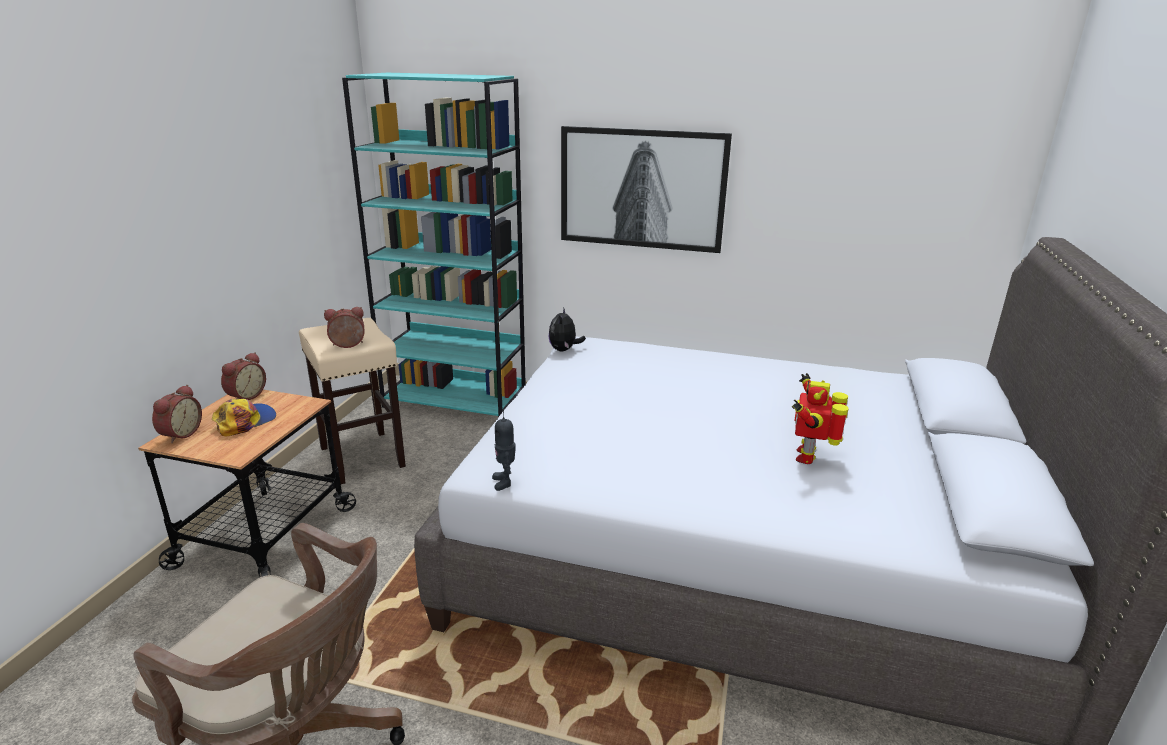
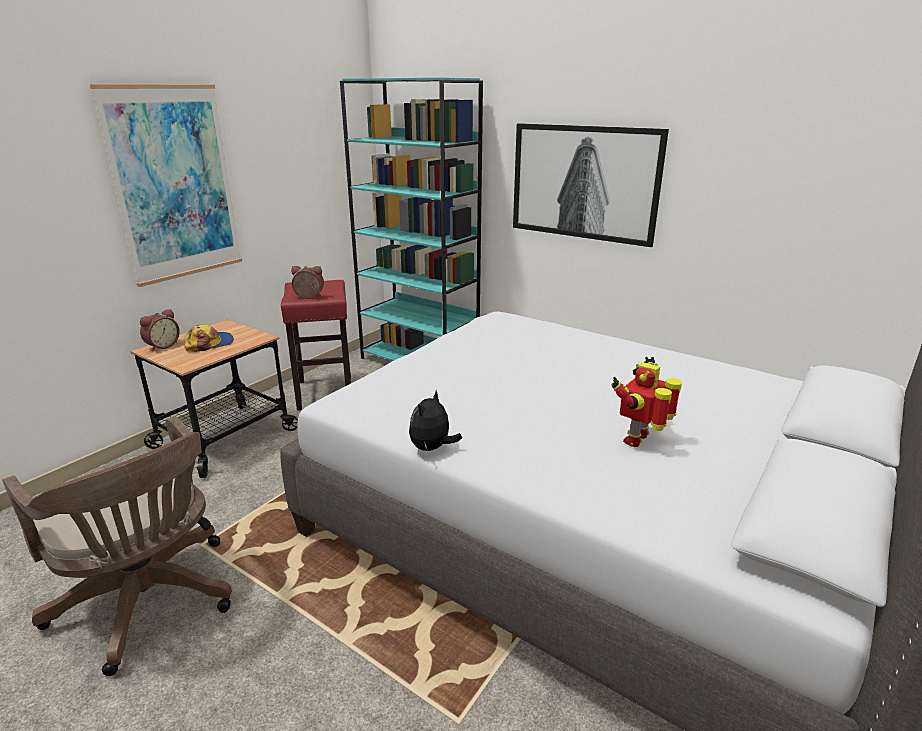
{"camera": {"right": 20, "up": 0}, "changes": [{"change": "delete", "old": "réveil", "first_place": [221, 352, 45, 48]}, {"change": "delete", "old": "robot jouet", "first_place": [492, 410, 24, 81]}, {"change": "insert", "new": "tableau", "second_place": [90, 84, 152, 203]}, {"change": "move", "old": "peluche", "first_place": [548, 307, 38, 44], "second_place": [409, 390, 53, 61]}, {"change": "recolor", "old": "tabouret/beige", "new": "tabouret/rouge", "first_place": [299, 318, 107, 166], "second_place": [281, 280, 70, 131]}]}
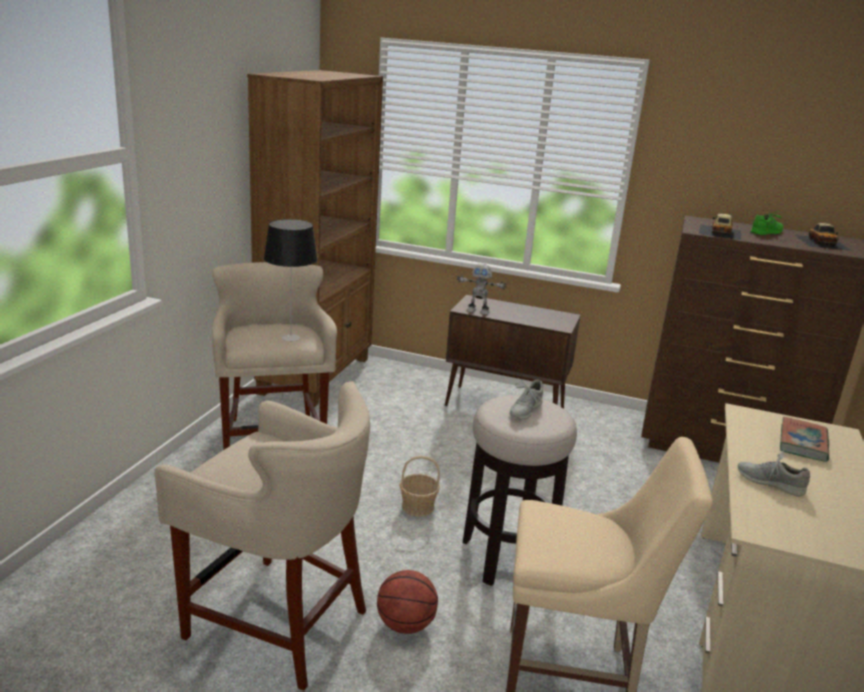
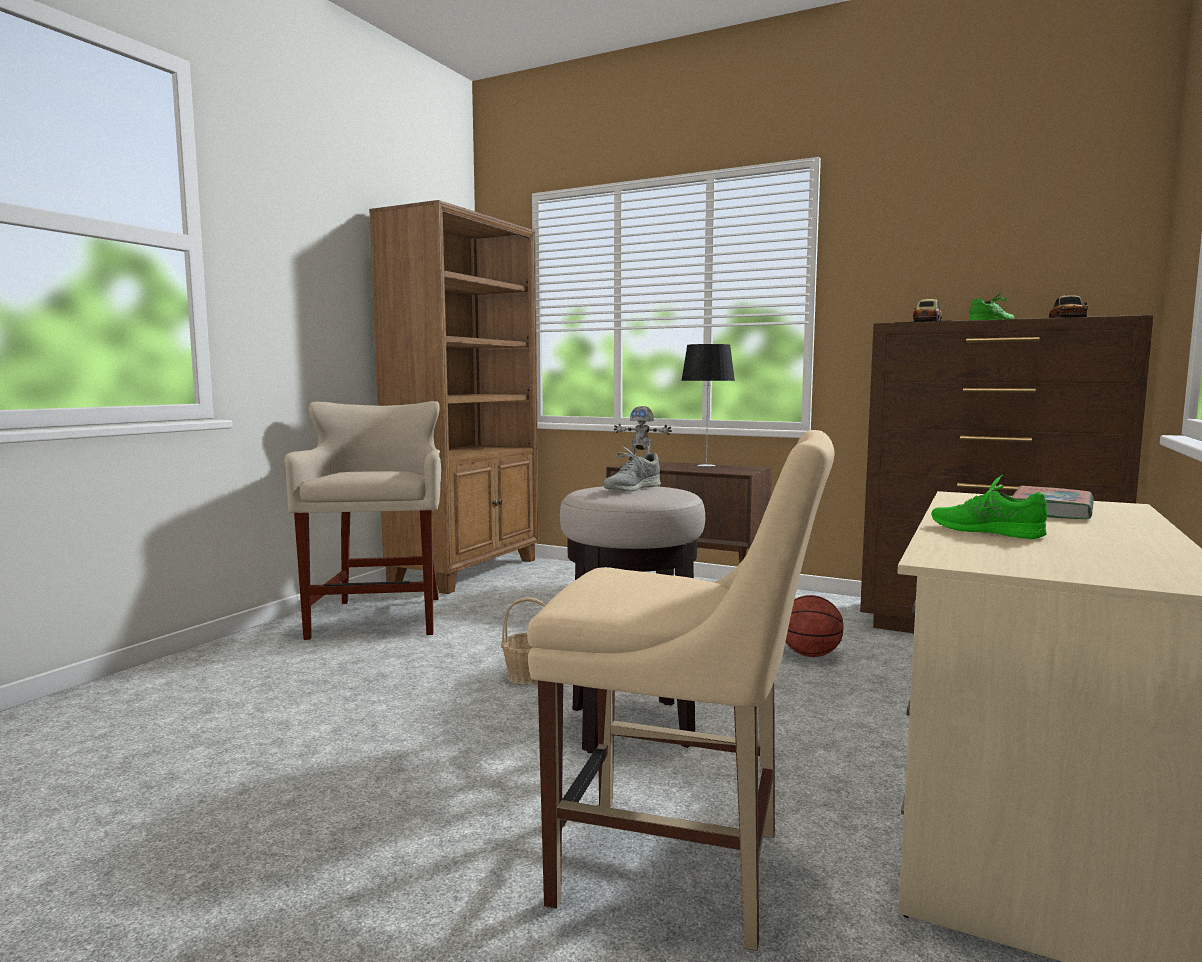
{"camera": {"right": 10, "up": -15}, "changes": [{"change": "delete", "old": "tabouret/beige", "first_place": [154, 382, 216, 309]}, {"change": "move", "old": "lampe de table", "first_place": [264, 219, 54, 122], "second_place": [681, 344, 54, 123]}, {"change": "move", "old": "ballon de basket", "first_place": [377, 570, 61, 64], "second_place": [786, 595, 57, 62]}, {"change": "recolor", "old": "chaussure/gris", "new": "chaussure/vert", "first_place": [738, 449, 72, 48], "second_place": [931, 475, 116, 64]}]}
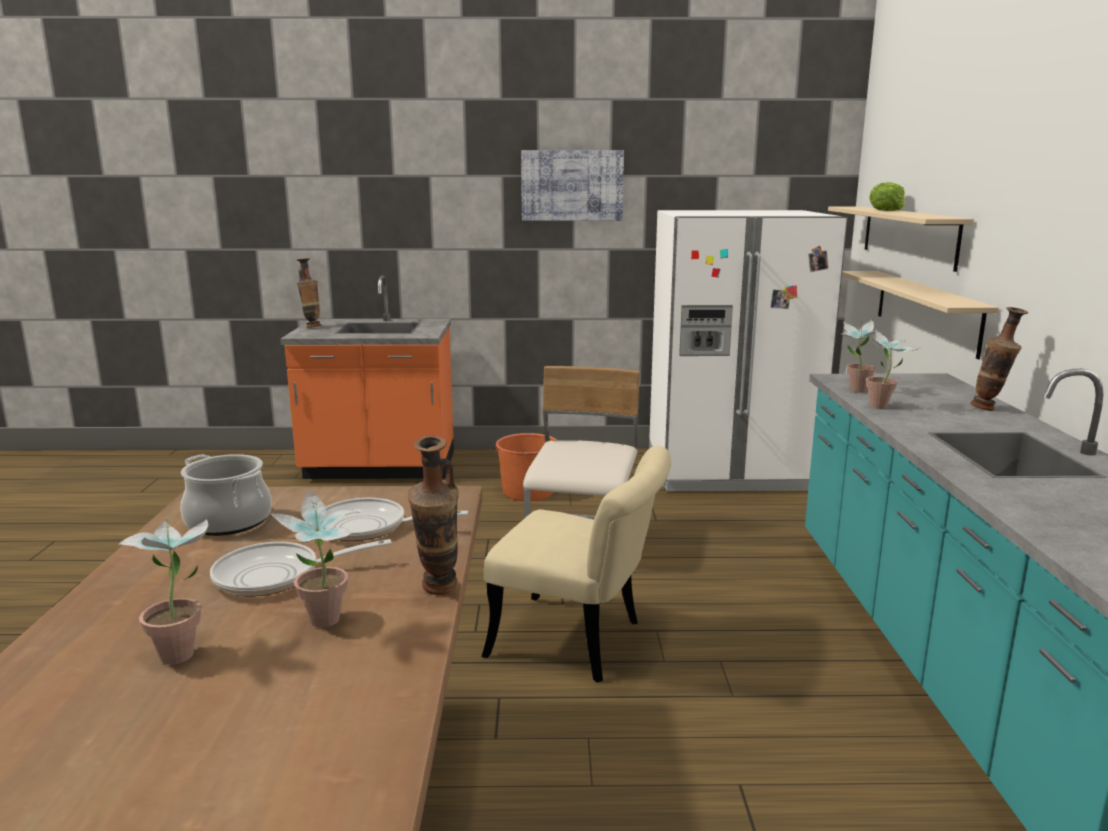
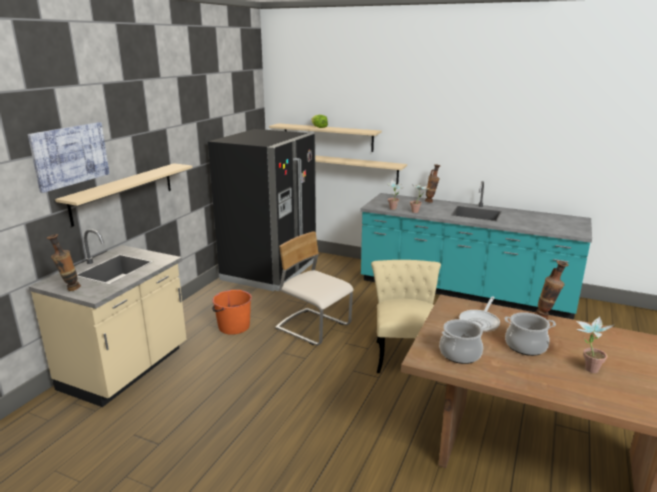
{"camera": {"right": -65, "up": 5}, "changes": [{"change": "delete", "old": "plante en pot", "first_place": [270, 489, 89, 139]}, {"change": "insert", "new": "étagère/beige", "second_place": [55, 163, 137, 64]}, {"change": "move", "old": "tableau", "first_place": [521, 150, 103, 71], "second_place": [28, 122, 82, 71]}, {"change": "replace", "old": "poêle", "new": "marmite", "first_place": [210, 539, 182, 57], "second_place": [505, 312, 51, 44]}, {"change": "recolor", "old": "comptoir de cuisine/orange", "new": "comptoir de cuisine/beige", "first_place": [280, 275, 174, 204], "second_place": [29, 229, 158, 178]}, {"change": "recolor", "old": "réfrigérateur/blanc", "new": "réfrigérateur/noir", "first_place": [649, 210, 199, 281], "second_place": [208, 129, 108, 162]}, {"change": "rotate", "old": "chaise/beige", "first_place": [481, 446, 190, 237], "second_place": [371, 260, 70, 113], "degrees": -45}]}
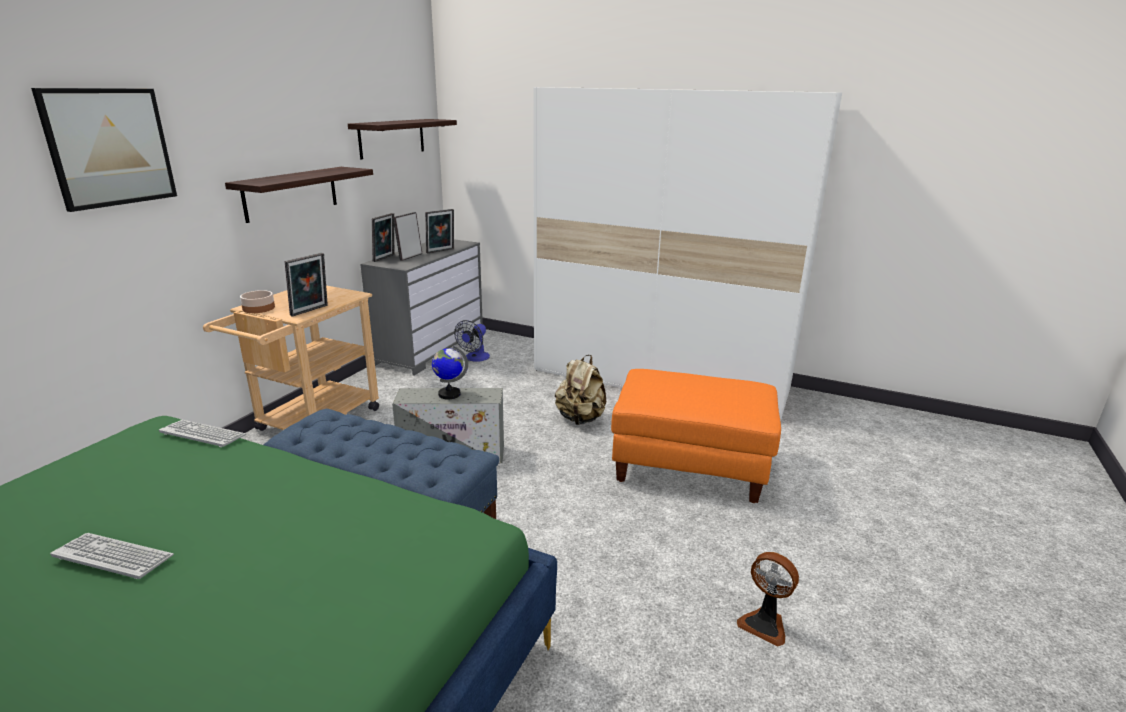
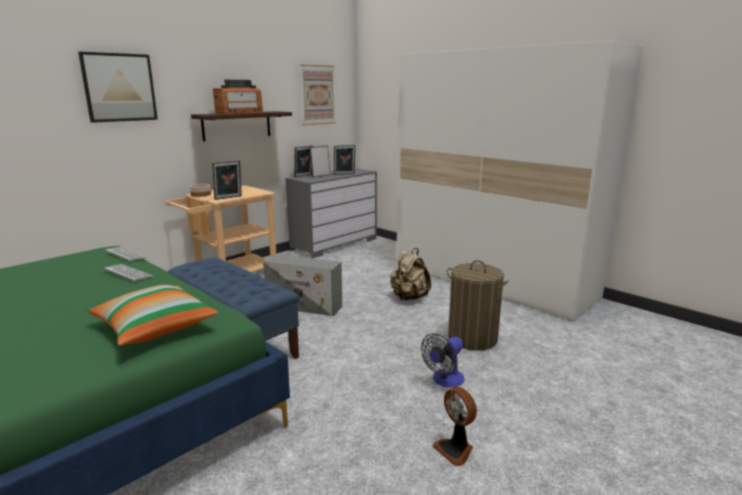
{"camera": {"right": 20, "up": -5}, "changes": [{"change": "delete", "old": "globe", "first_place": [432, 346, 36, 53]}, {"change": "insert", "new": "coussin", "second_place": [86, 285, 132, 61]}, {"change": "insert", "new": "radio", "second_place": [213, 80, 50, 34]}, {"change": "move", "old": "clavier", "first_place": [50, 533, 124, 46], "second_place": [104, 264, 50, 18]}, {"change": "move", "old": "ventilateur", "first_place": [454, 320, 36, 42], "second_place": [421, 333, 44, 54]}, {"change": "replace", "old": "étagère", "new": "tableau", "first_place": [348, 119, 109, 40], "second_place": [300, 64, 36, 61]}, {"change": "replace", "old": "pouf/orange", "new": "panier à linge", "first_place": [611, 369, 170, 134], "second_place": [447, 260, 62, 91]}]}
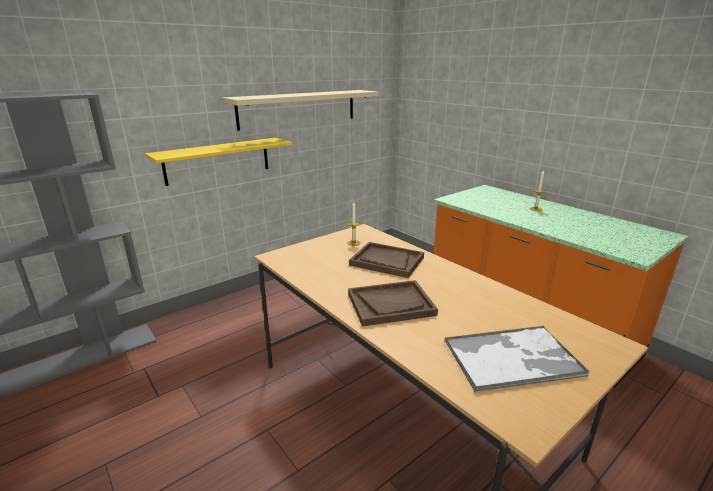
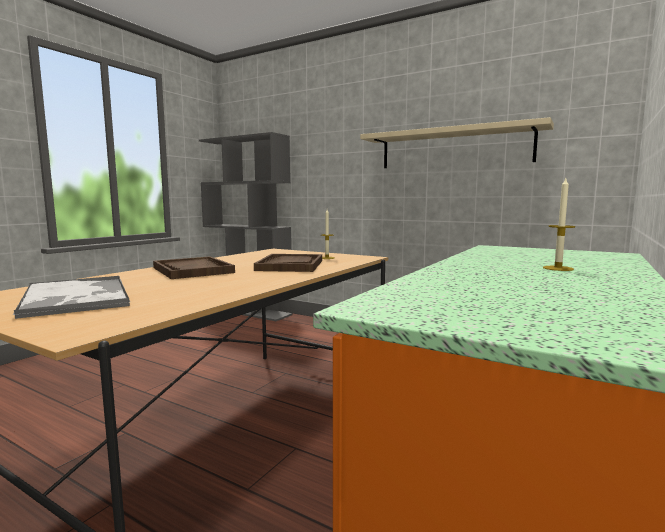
{"camera": {"right": 70, "up": -15}, "changes": [{"change": "delete", "old": "étagère/jaune", "first_place": [145, 138, 147, 48]}]}
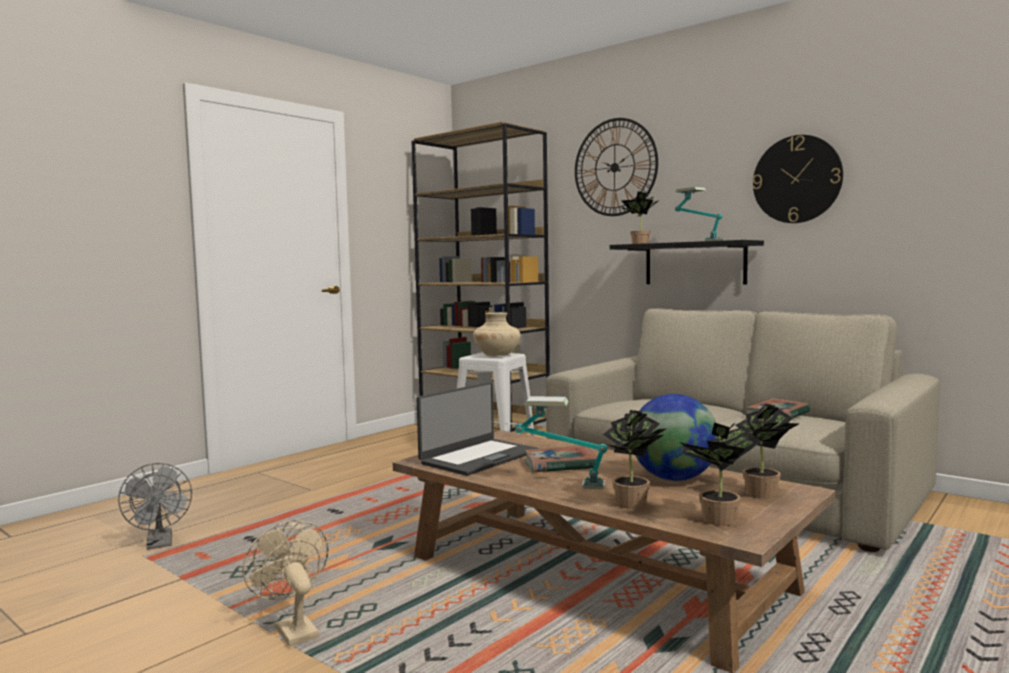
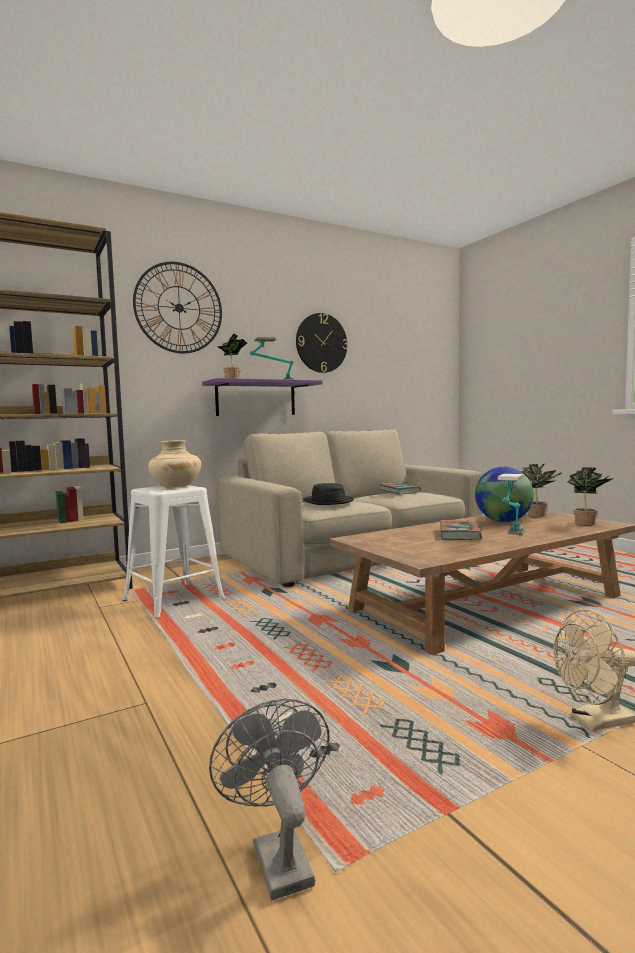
{"camera": {"right": -70, "up": 0}, "changes": [{"change": "delete", "old": "ordinateur portable", "first_place": [416, 382, 122, 94]}, {"change": "delete", "old": "plante en pot", "first_place": [603, 410, 63, 99]}, {"change": "insert", "new": "chapeau/noir", "second_place": [303, 483, 51, 22]}, {"change": "recolor", "old": "étagère/noir", "new": "étagère/violet", "first_place": [610, 240, 154, 45], "second_place": [202, 378, 121, 38]}, {"change": "rotate", "old": "ventilateur/gris", "first_place": [118, 463, 74, 86], "second_place": [209, 699, 121, 201], "degrees": -105}]}
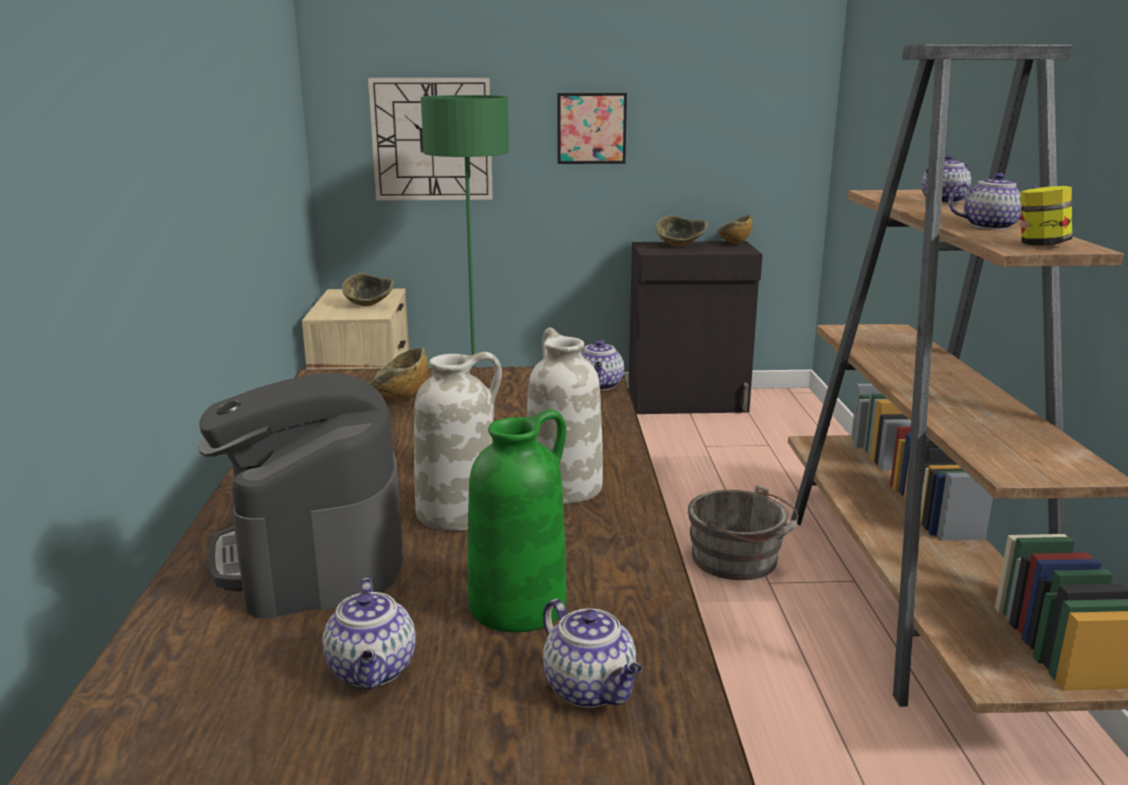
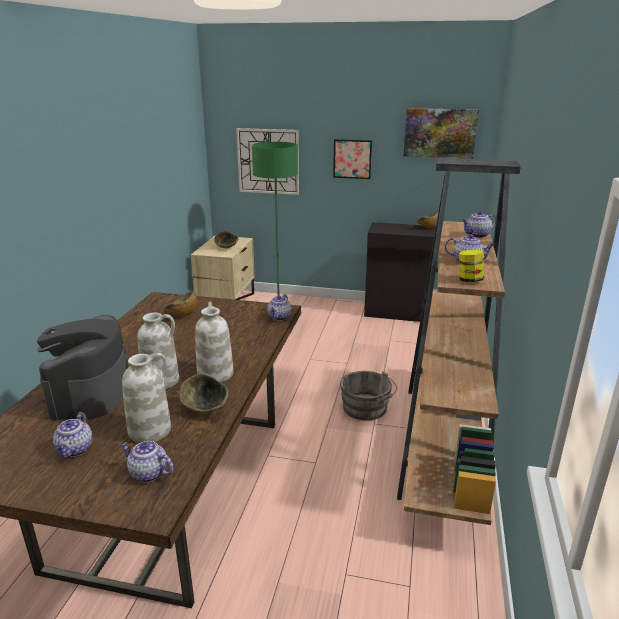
{"camera": {"right": 15, "up": 5}, "changes": [{"change": "insert", "new": "tableau", "second_place": [403, 108, 76, 51]}, {"change": "move", "old": "bol", "first_place": [656, 215, 51, 32], "second_place": [179, 374, 50, 39]}, {"change": "recolor", "old": "vase/vert", "new": "vase/blanc", "first_place": [467, 410, 100, 222], "second_place": [122, 353, 49, 90]}, {"change": "rotate", "old": "théière", "first_place": [543, 599, 99, 109], "second_place": [120, 441, 54, 42], "degrees": 135}]}
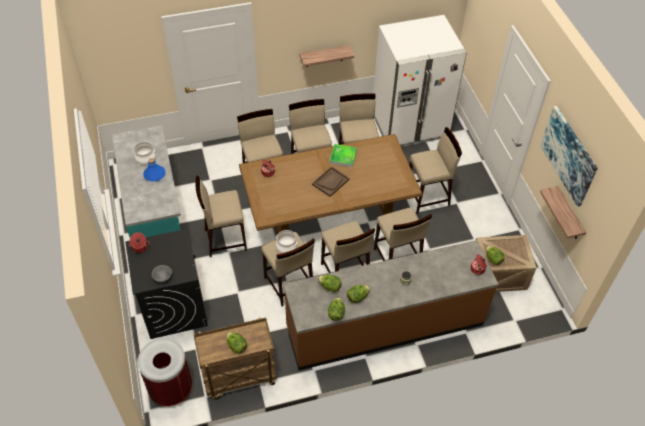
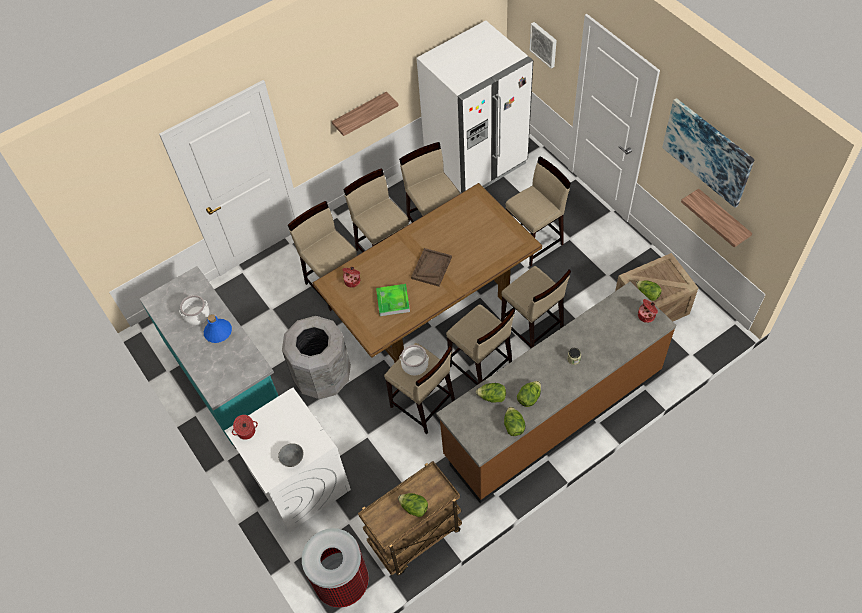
{"camera": {"right": -15, "up": 5}, "changes": [{"change": "insert", "new": "tableau", "second_place": [530, 22, 27, 47]}, {"change": "move", "old": "plateau", "first_place": [330, 144, 27, 23], "second_place": [376, 284, 34, 32]}, {"change": "replace", "old": "tabouret/beige", "new": "poubelle/gris", "first_place": [196, 176, 51, 81], "second_place": [282, 316, 69, 83]}, {"change": "recolor", "old": "lave-linge/noir", "new": "lave-linge/blanc", "first_place": [125, 229, 83, 110], "second_place": [225, 388, 126, 144]}]}
